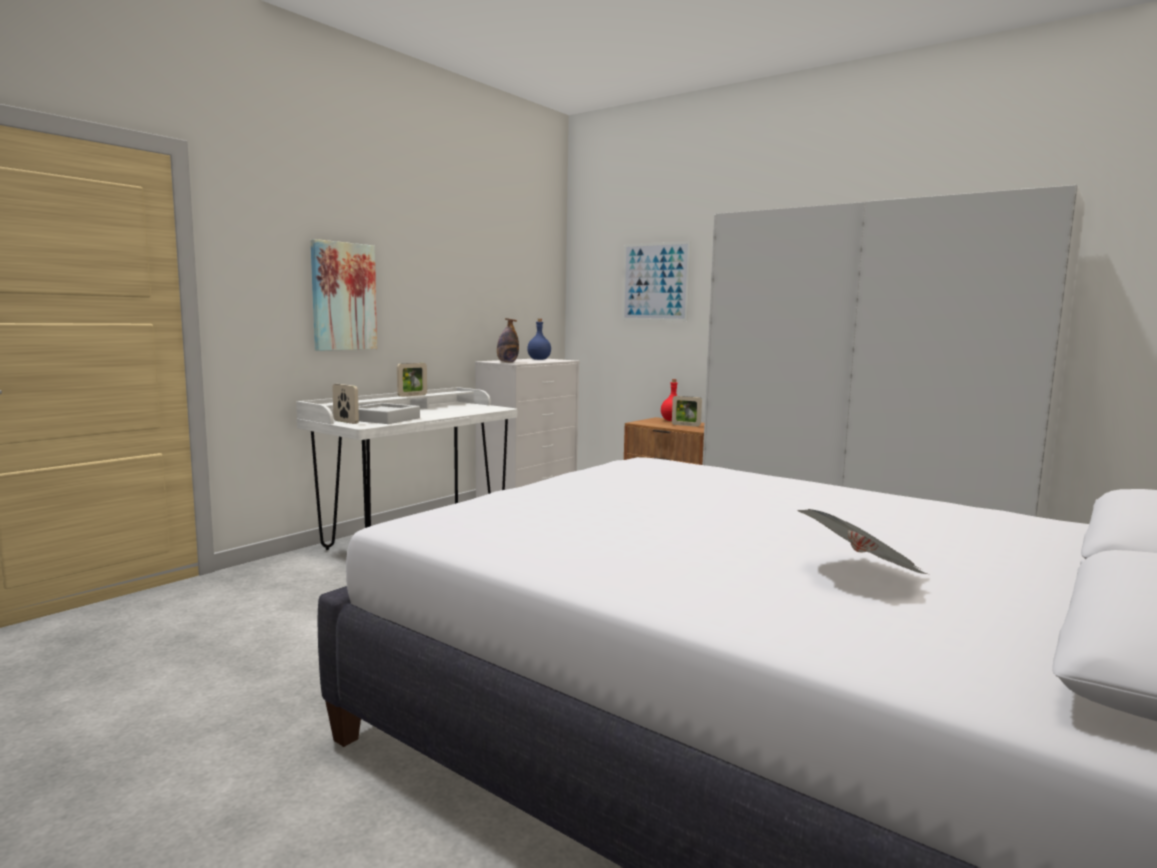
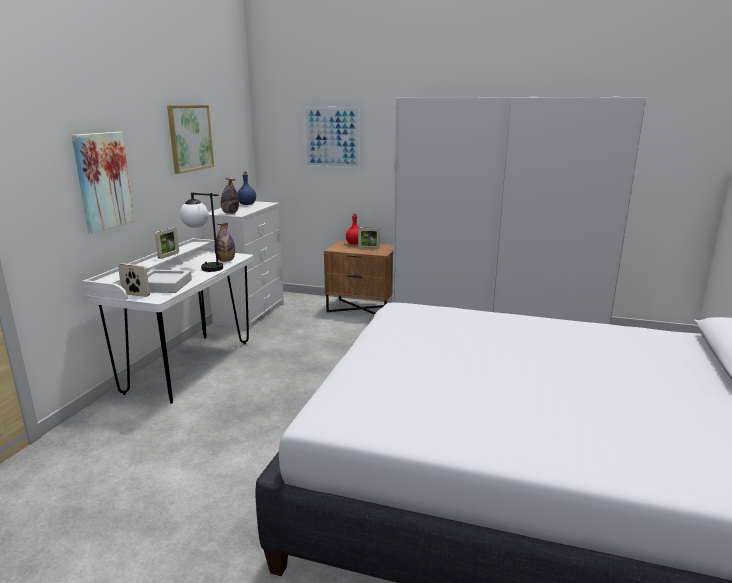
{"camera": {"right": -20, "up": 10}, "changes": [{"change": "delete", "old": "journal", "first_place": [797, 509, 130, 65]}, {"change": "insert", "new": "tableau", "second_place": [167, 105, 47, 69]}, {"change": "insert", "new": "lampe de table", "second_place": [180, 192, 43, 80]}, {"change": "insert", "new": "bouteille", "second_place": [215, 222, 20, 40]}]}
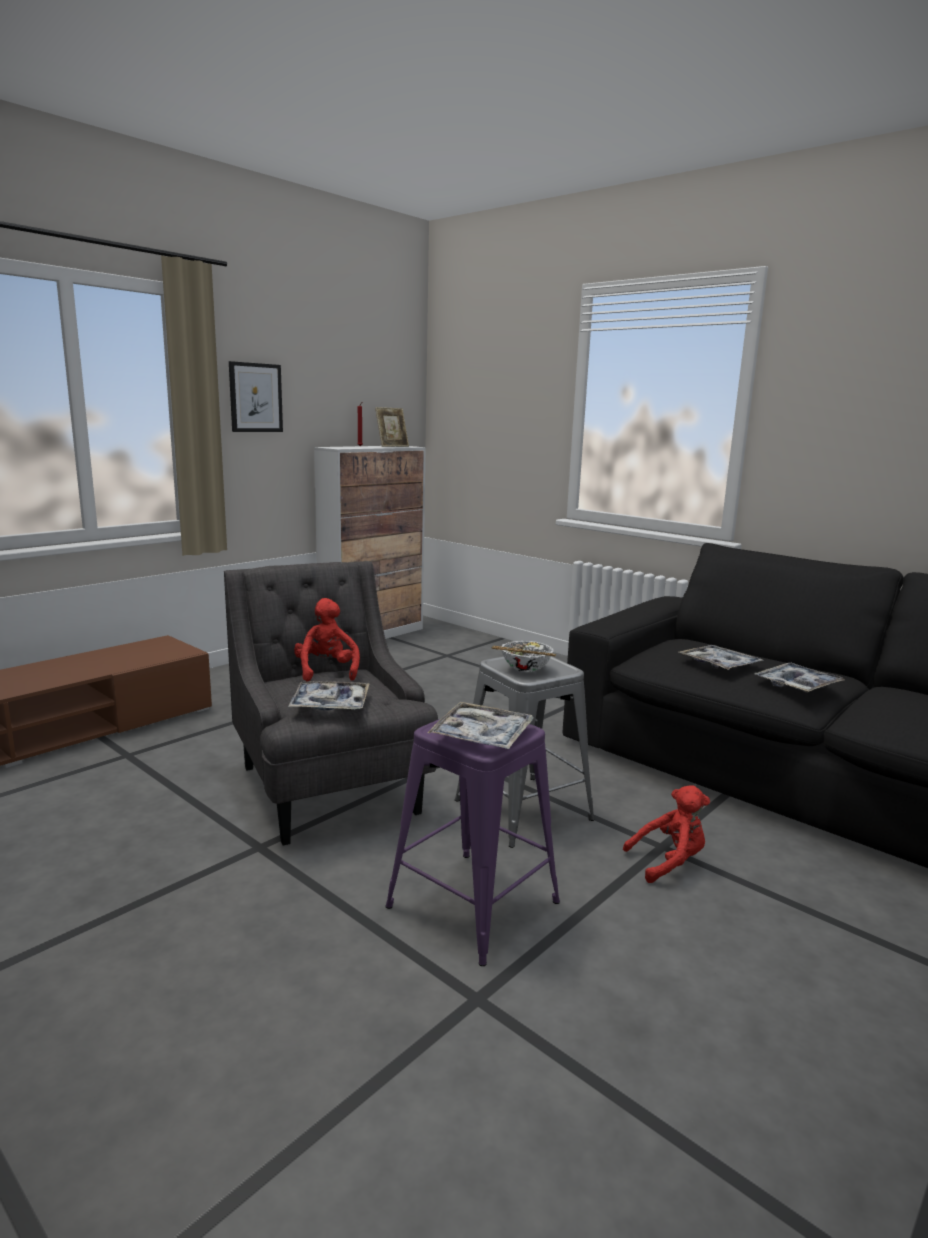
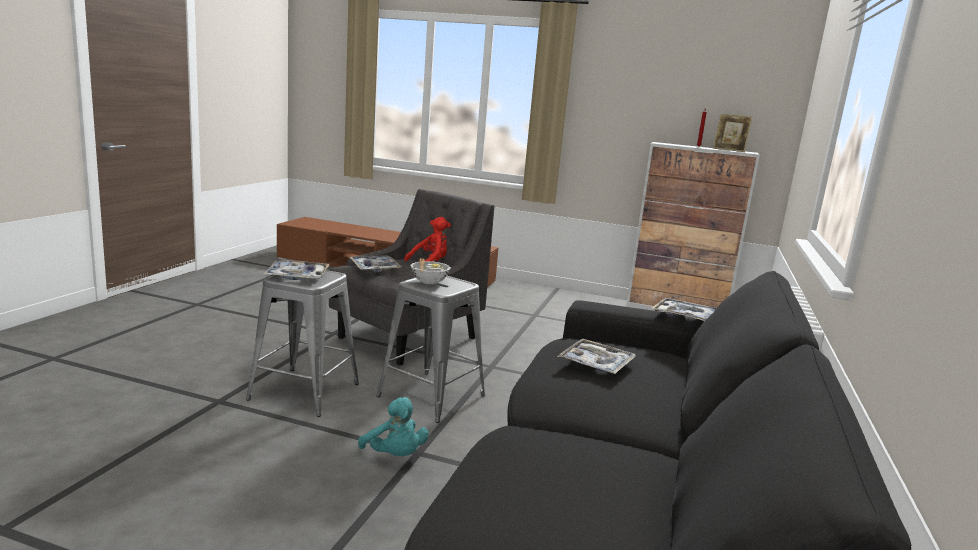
{"camera": {"right": 65, "up": 0}, "changes": [{"change": "delete", "old": "tableau", "first_place": [229, 361, 54, 71]}, {"change": "move", "old": "plateau", "first_place": [754, 663, 91, 30], "second_place": [652, 298, 65, 23]}, {"change": "recolor", "old": "tabouret/violet", "new": "tabouret/gris", "first_place": [386, 708, 174, 258], "second_place": [246, 270, 113, 147]}, {"change": "recolor", "old": "peluche/rouge", "new": "peluche/turquoise", "first_place": [623, 785, 87, 98], "second_place": [358, 397, 71, 59]}]}
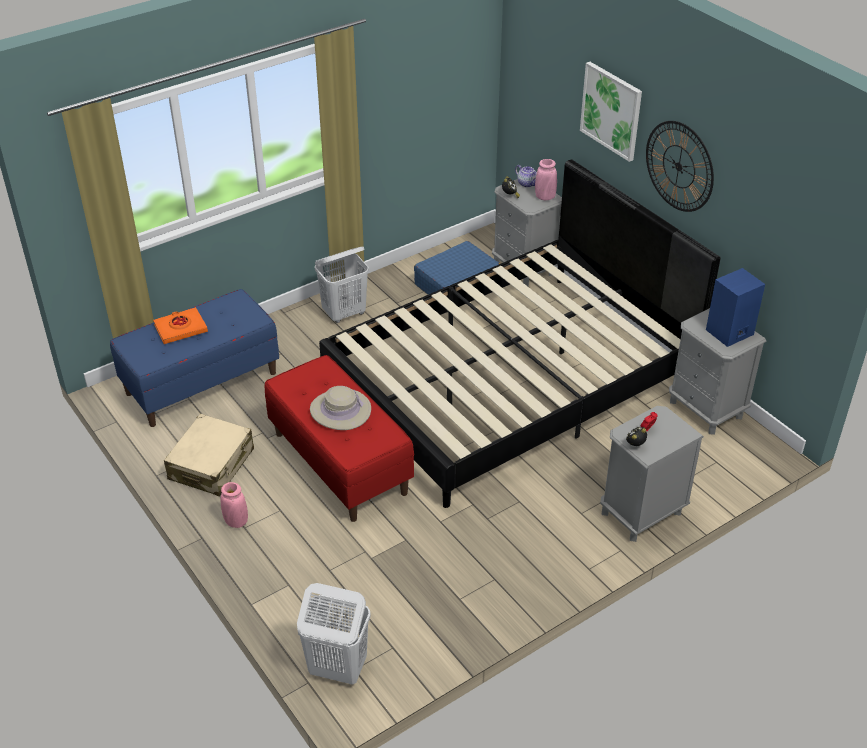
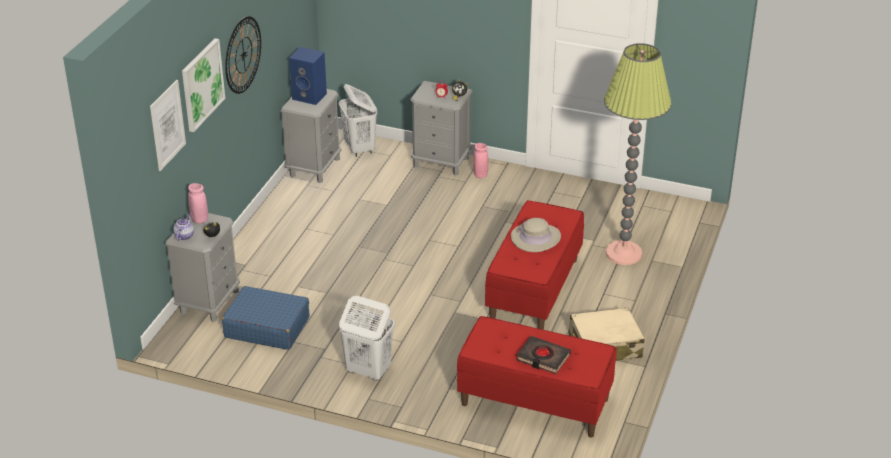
{"camera": {"right": -125, "up": -5}, "changes": [{"change": "delete", "old": "lit/noir", "first_place": [319, 160, 402, 348]}, {"change": "insert", "new": "tableau", "second_place": [150, 80, 36, 91]}, {"change": "insert", "new": "lampadaire", "second_place": [604, 43, 67, 222]}, {"change": "move", "old": "vase/rose", "first_place": [220, 482, 28, 46], "second_place": [473, 143, 15, 35]}, {"change": "move", "old": "panier à linge/blanc", "first_place": [297, 583, 74, 102], "second_place": [339, 84, 38, 73]}, {"change": "recolor", "old": "banc/bleu", "new": "banc/rouge", "first_place": [110, 289, 169, 138], "second_place": [457, 316, 160, 122]}, {"change": "recolor", "old": "livre/orange", "new": "livre/noir", "first_place": [153, 307, 55, 37], "second_place": [516, 336, 55, 38]}]}
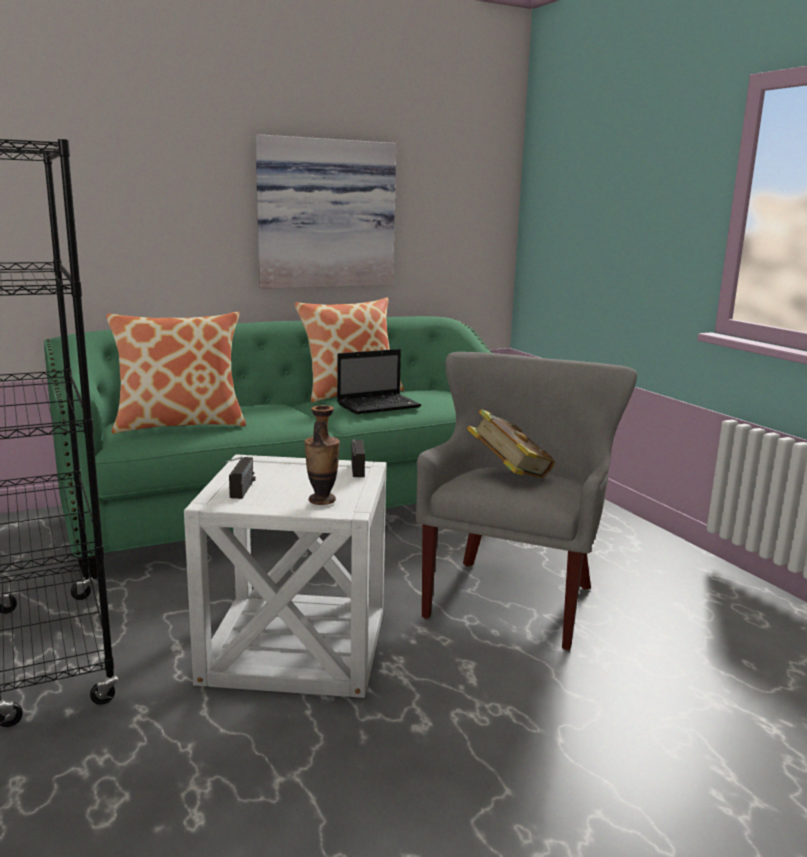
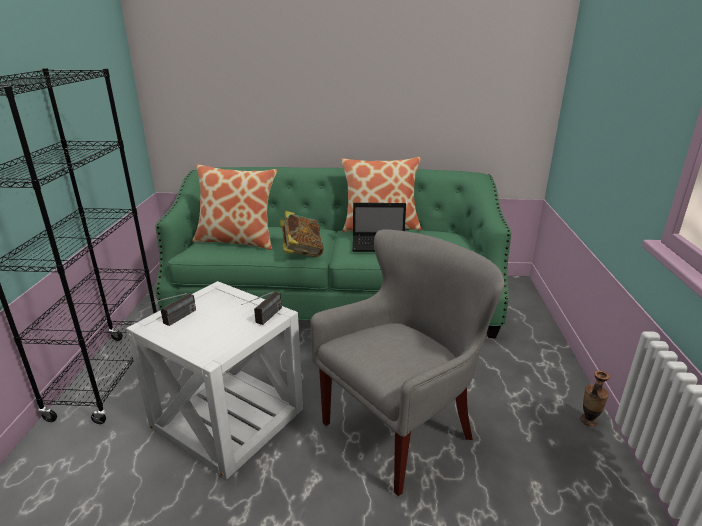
{"camera": {"right": 30, "up": 10}, "changes": [{"change": "delete", "old": "tableau", "first_place": [256, 134, 140, 155]}, {"change": "move", "old": "vase", "first_place": [304, 405, 36, 100], "second_place": [580, 371, 30, 56]}, {"change": "move", "old": "livre", "first_place": [467, 409, 88, 69], "second_place": [280, 211, 44, 46]}]}
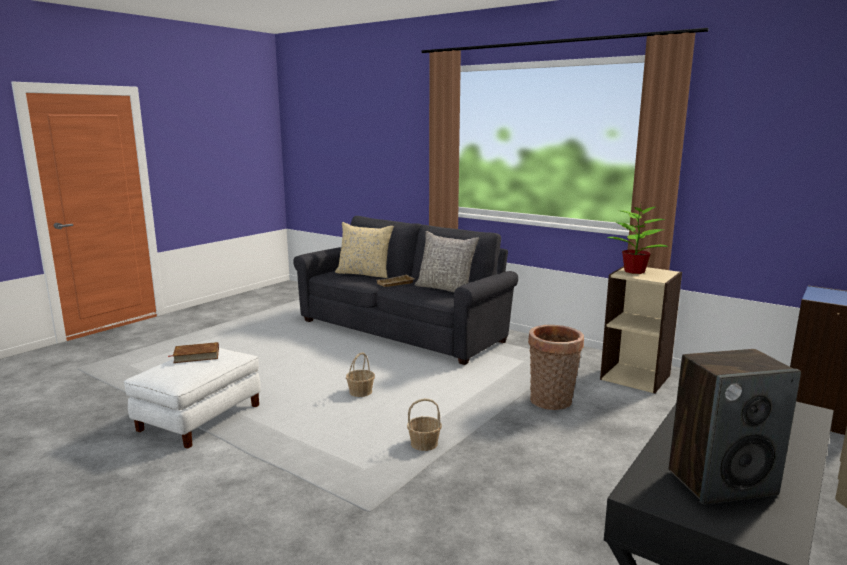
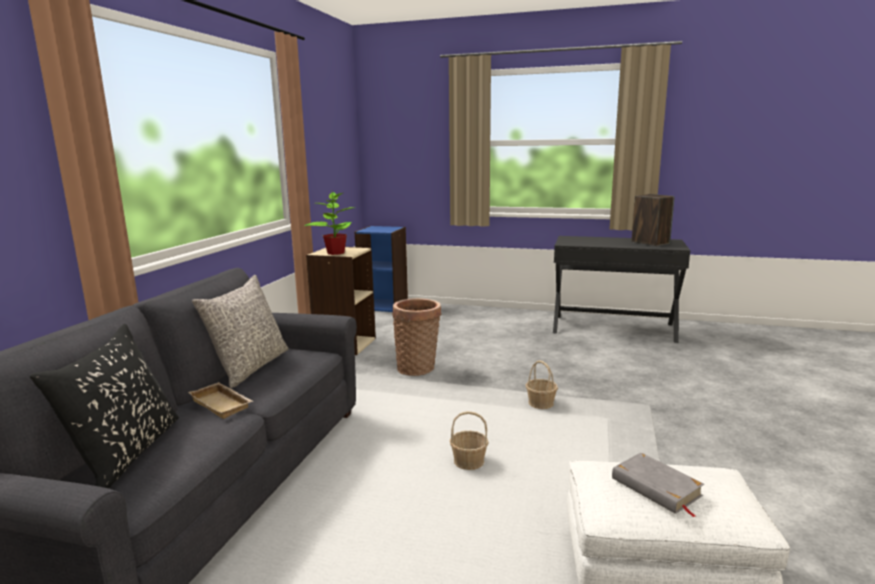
{"camera": {"right": -110, "up": 0}, "changes": [{"change": "recolor", "old": "livre/marron", "new": "livre/gris", "first_place": [168, 342, 51, 21], "second_place": [612, 453, 92, 64]}, {"change": "recolor", "old": "coussin/beige", "new": "coussin/noir", "first_place": [335, 222, 59, 56], "second_place": [30, 324, 149, 164]}]}
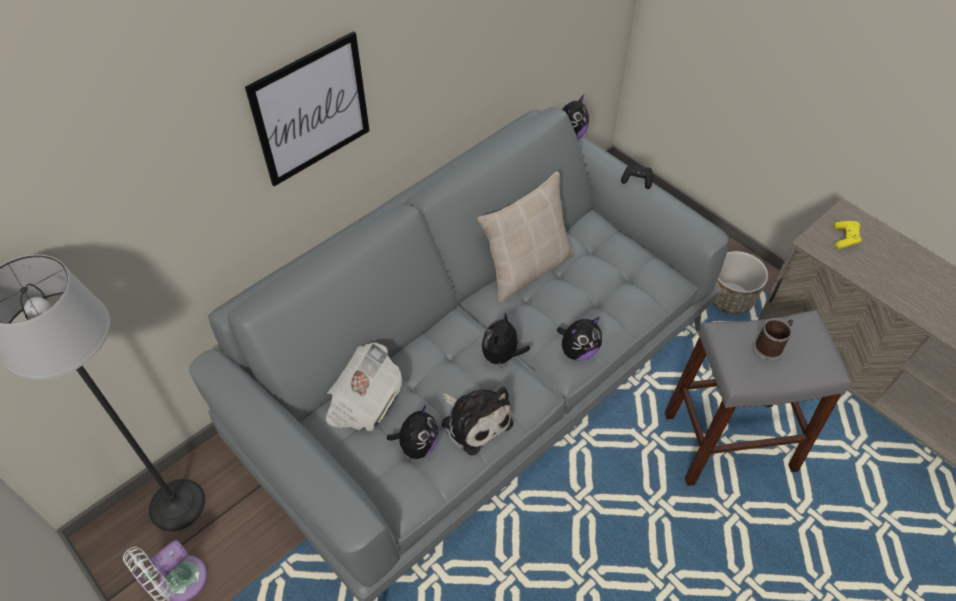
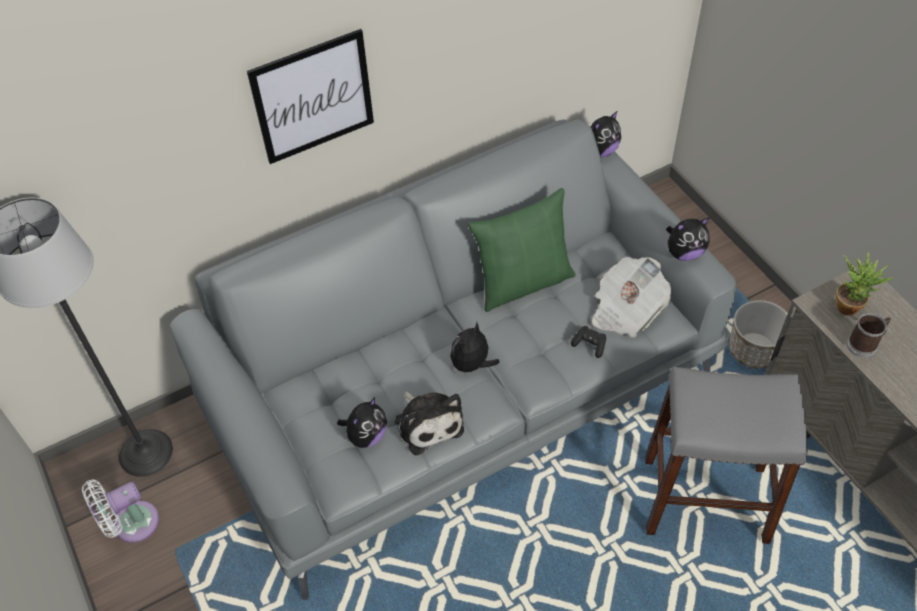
{"camera": {"right": 15, "up": 0}, "changes": [{"change": "move", "old": "journal", "first_place": [326, 343, 76, 88], "second_place": [592, 257, 79, 80]}, {"change": "move", "old": "peluche", "first_place": [557, 317, 45, 44], "second_place": [666, 217, 44, 44]}, {"change": "move", "old": "manette/noir", "first_place": [621, 164, 31, 25], "second_place": [571, 326, 35, 32]}, {"change": "move", "old": "mug", "first_place": [753, 318, 40, 44], "second_place": [846, 313, 45, 45]}, {"change": "replace", "old": "manette/jaune", "new": "plante en pot", "first_place": [833, 221, 29, 28], "second_place": [835, 252, 59, 64]}, {"change": "recolor", "old": "coussin/beige", "new": "coussin/vert", "first_place": [477, 171, 98, 132], "second_place": [468, 188, 108, 124]}]}
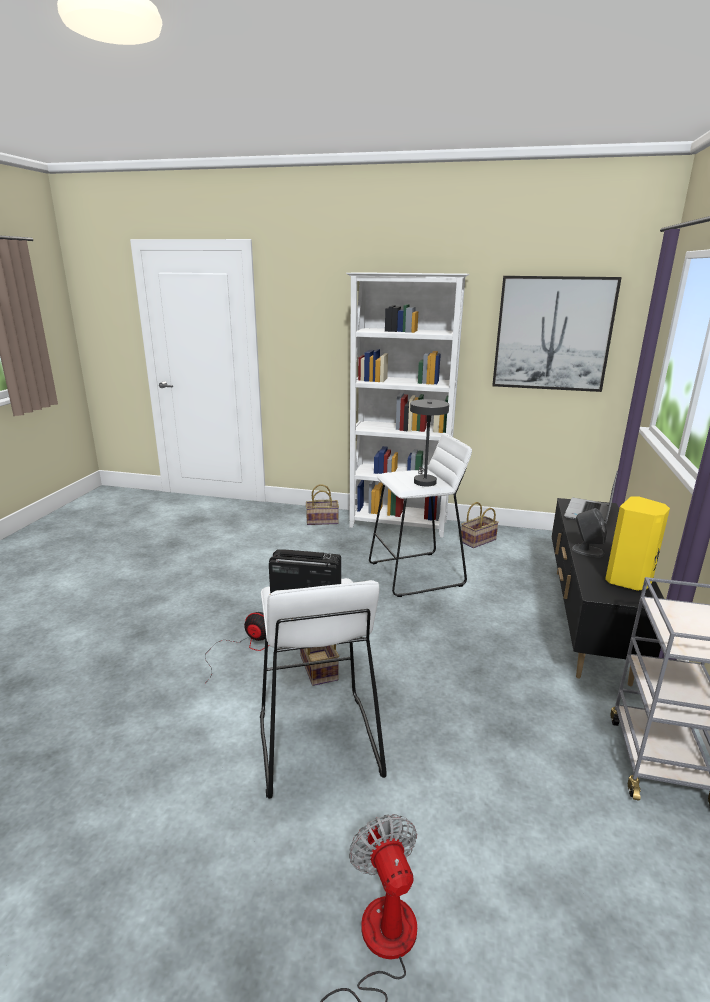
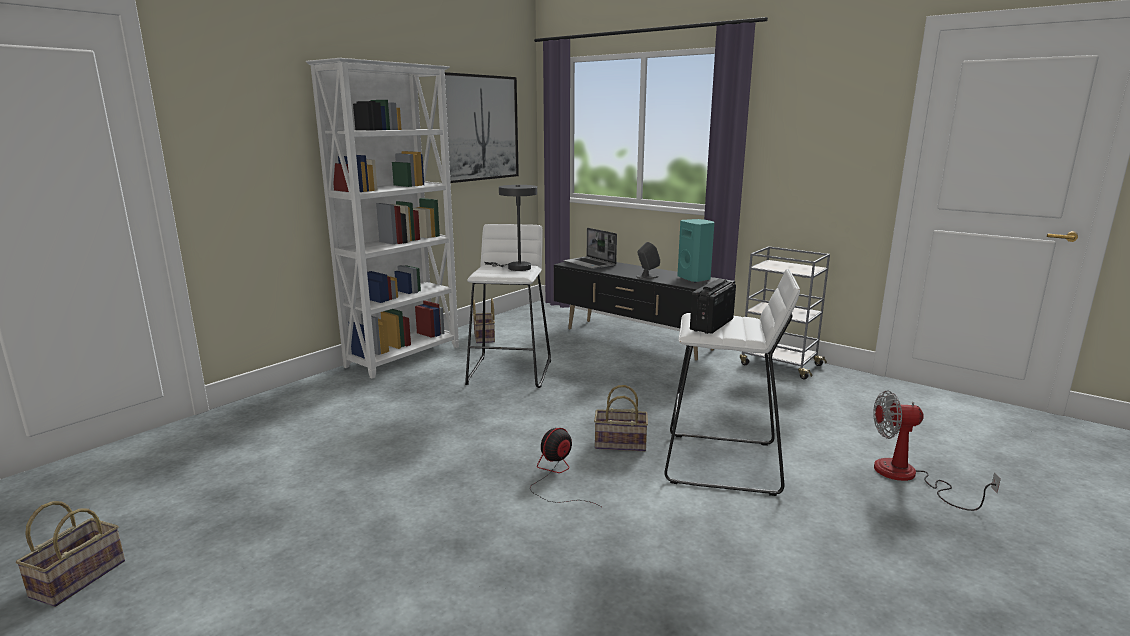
{"camera": {"right": -65, "up": -5}, "changes": [{"change": "move", "old": "panier", "first_place": [306, 484, 33, 41], "second_place": [16, 501, 109, 106]}, {"change": "recolor", "old": "enceinte/jaune", "new": "enceinte/turquoise", "first_place": [605, 496, 65, 95], "second_place": [677, 219, 37, 63]}]}
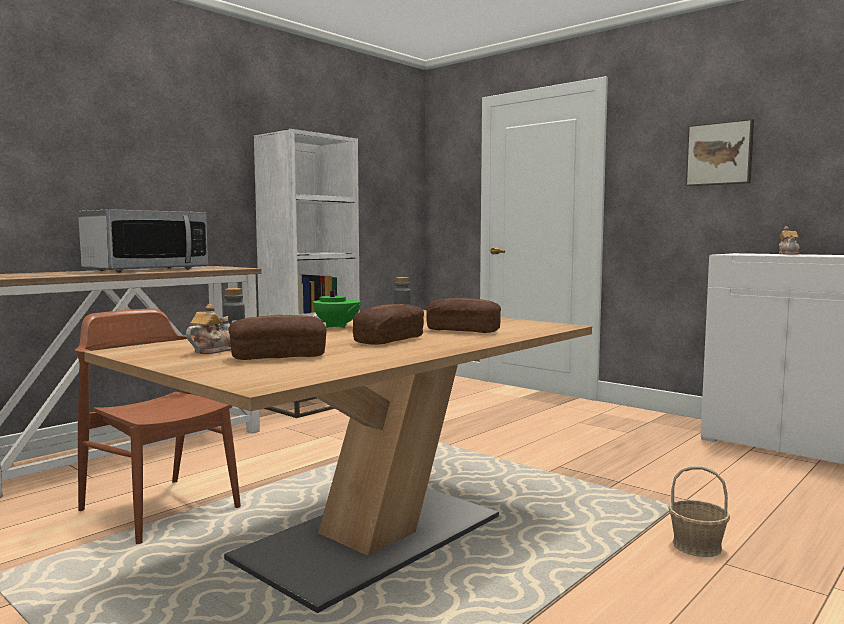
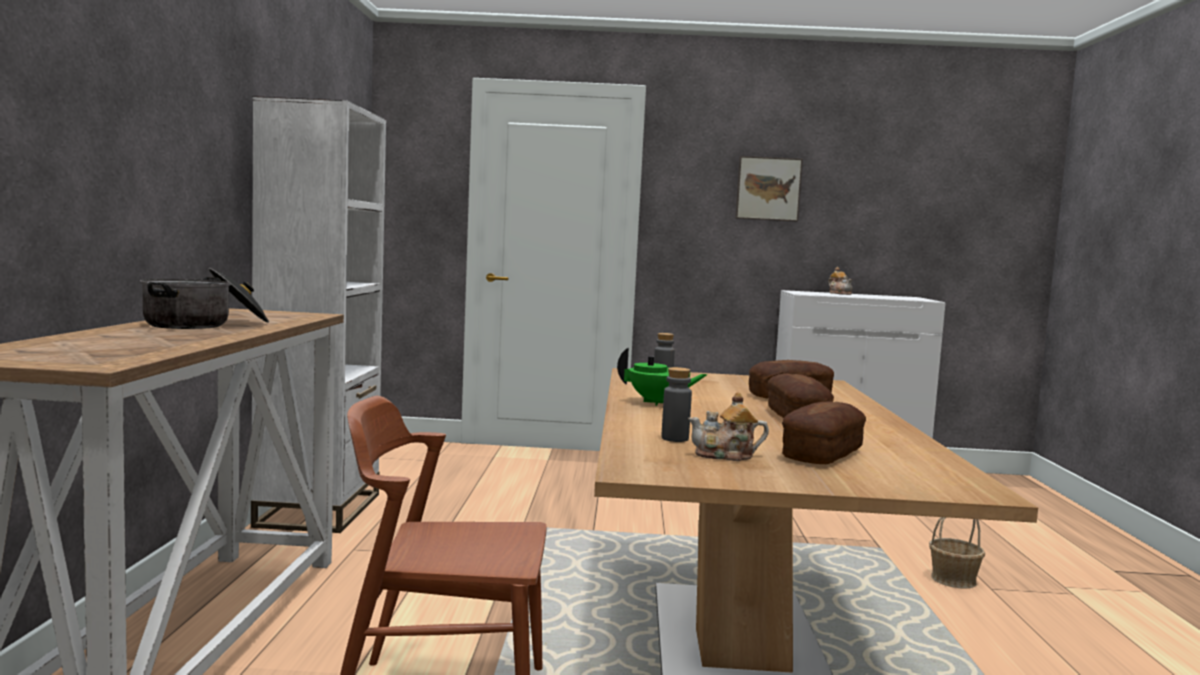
{"camera": {"right": -40, "up": 0}, "changes": [{"change": "replace", "old": "micro-ondes", "new": "marmite", "first_place": [78, 209, 130, 63], "second_place": [140, 268, 129, 61]}, {"change": "rotate", "old": "théière", "first_place": [186, 304, 51, 50], "second_place": [688, 392, 81, 69], "degrees": -90}]}
